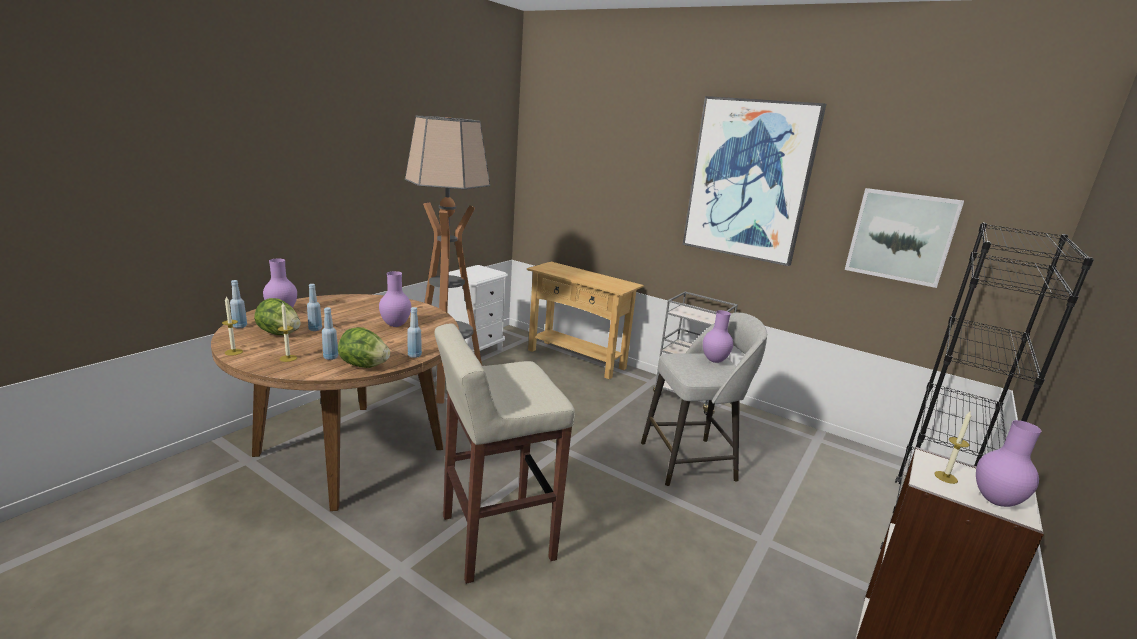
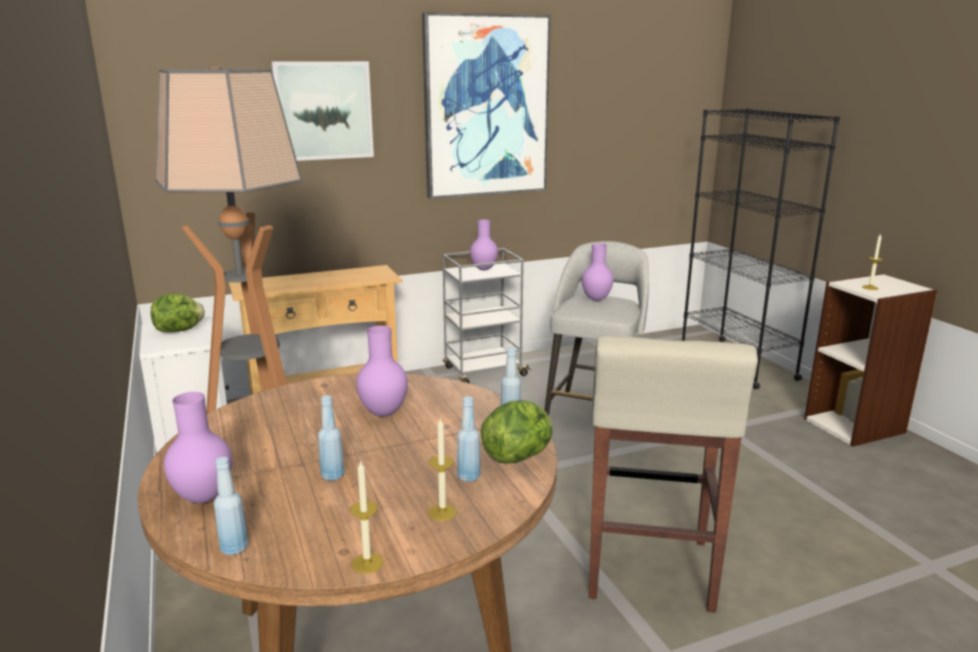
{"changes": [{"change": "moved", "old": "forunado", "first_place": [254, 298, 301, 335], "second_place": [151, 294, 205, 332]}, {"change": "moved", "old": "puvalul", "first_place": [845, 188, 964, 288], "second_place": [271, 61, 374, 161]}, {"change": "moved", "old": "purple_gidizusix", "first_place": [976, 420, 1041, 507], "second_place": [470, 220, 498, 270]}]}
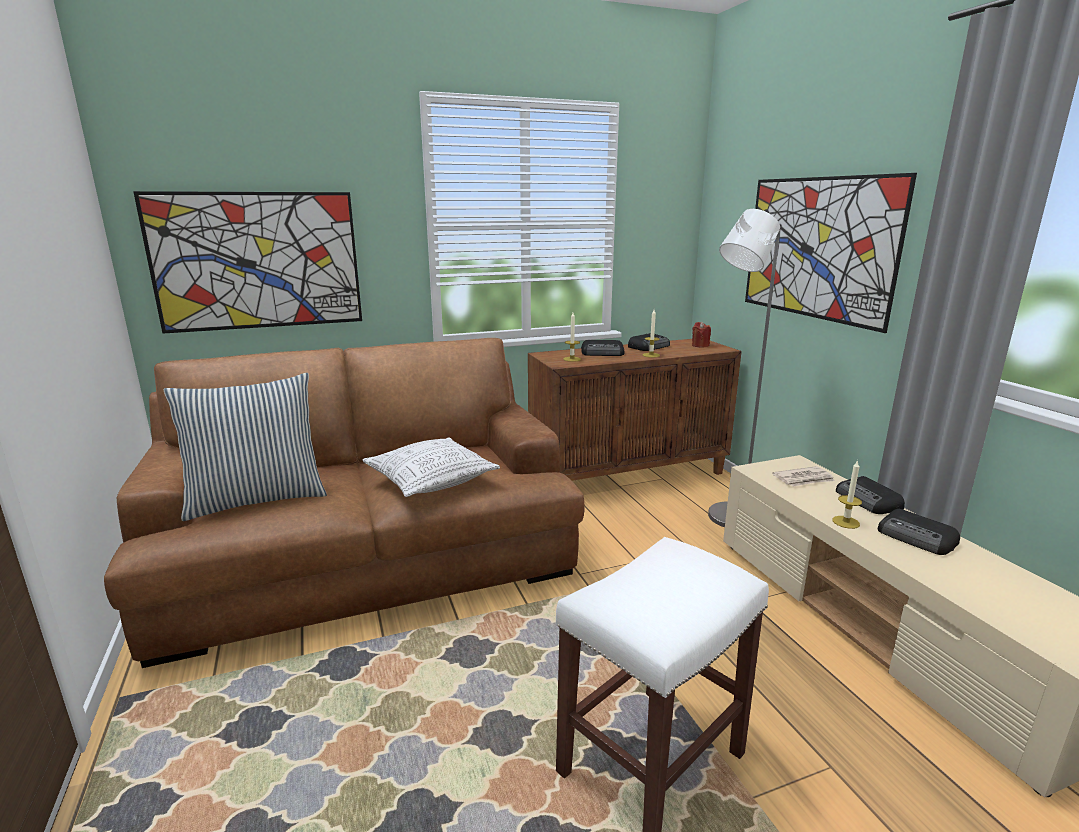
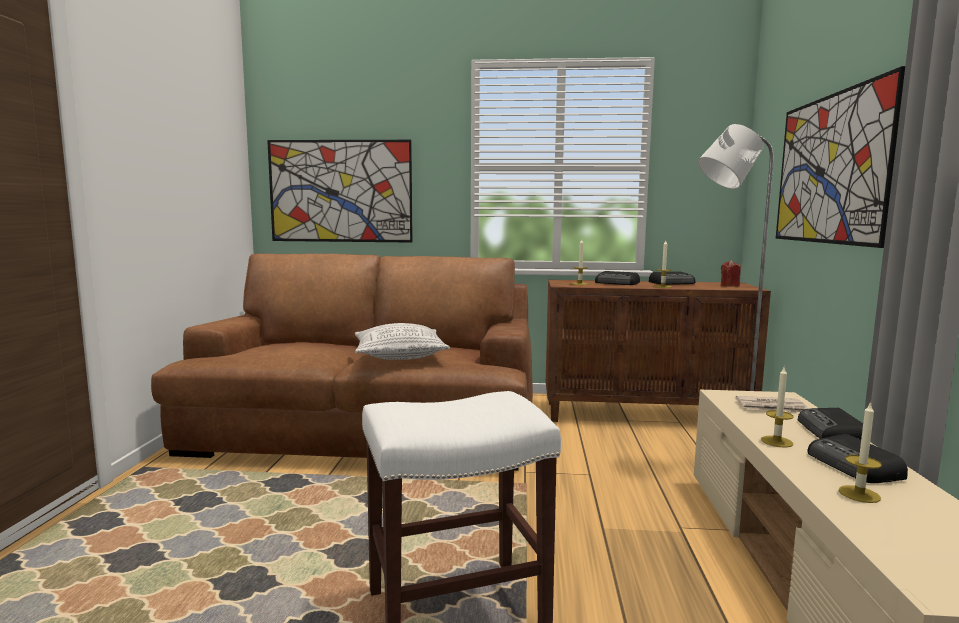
{"changes": [{"change": "added", "new": "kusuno", "second_place": [839, 401, 882, 503]}, {"change": "removed", "old": "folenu", "first_place": [164, 373, 327, 521]}]}
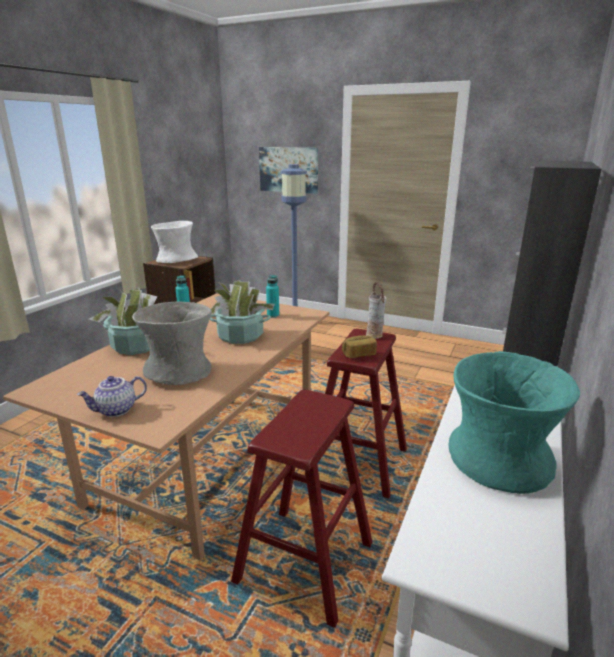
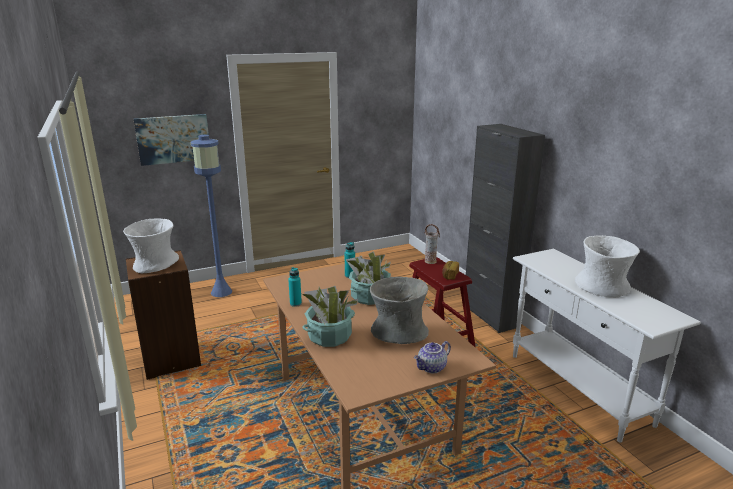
{"changes": [{"change": "turned", "old": "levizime", "first_place": [77, 376, 147, 417], "second_place": [414, 341, 451, 373], "degrees": 45}, {"change": "recoloured", "old": "turquoise_gidizusix", "new": "white_gidizusix", "first_place": [448, 351, 580, 494], "second_place": [575, 235, 640, 297]}, {"change": "removed", "old": "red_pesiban", "first_place": [231, 390, 372, 628]}]}
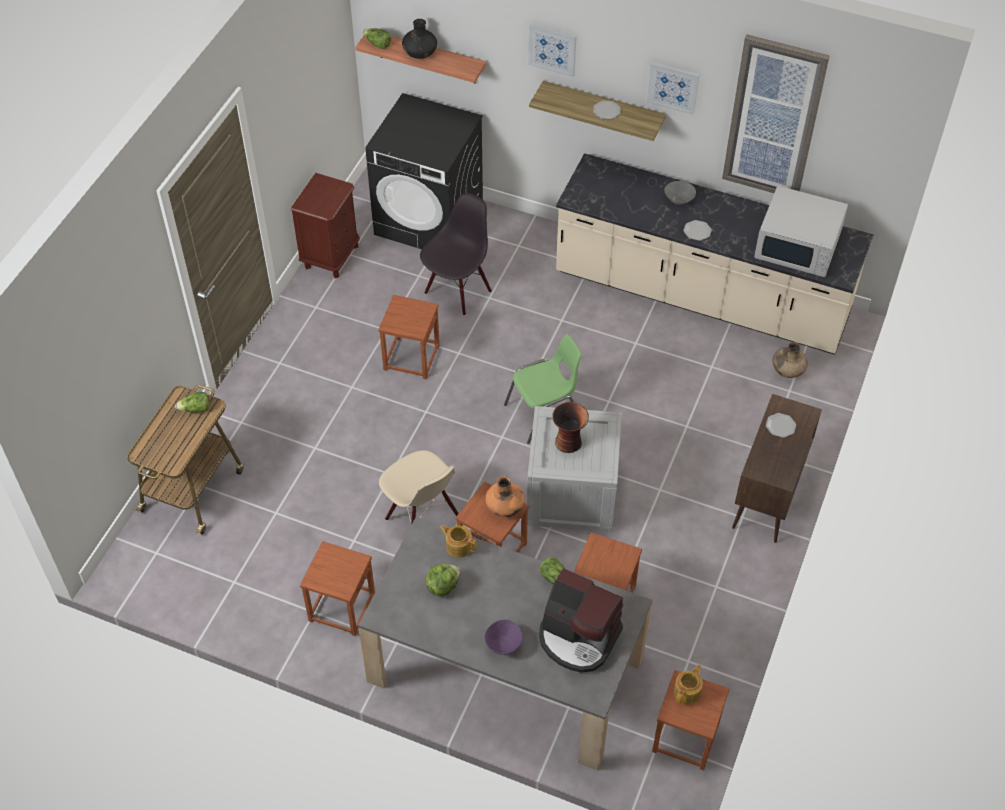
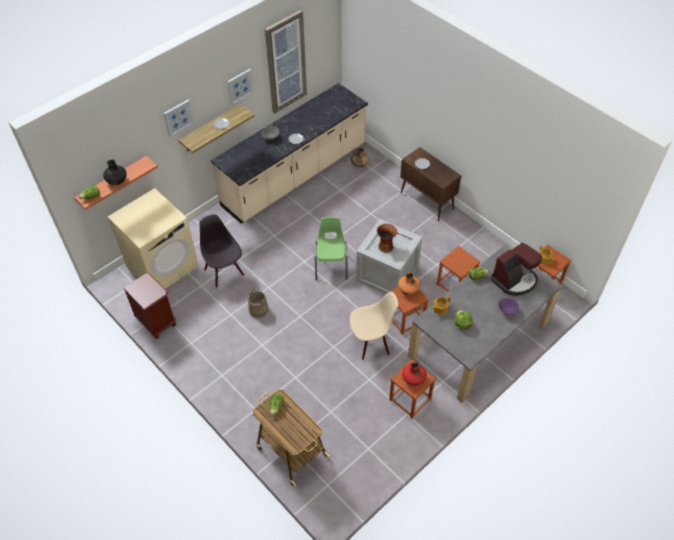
{"changes": [{"change": "recoloured", "old": "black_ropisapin", "new": "beige_ropisapin", "first_place": [365, 93, 483, 249], "second_place": [108, 188, 199, 289]}, {"change": "replaced", "old": "brown_pesiban", "new": "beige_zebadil", "first_place": [378, 295, 440, 379], "second_place": [248, 290, 268, 318]}, {"change": "added", "new": "red_gidizusix", "second_place": [402, 362, 427, 386]}, {"change": "removed", "old": "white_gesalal", "first_place": [754, 186, 848, 277]}]}
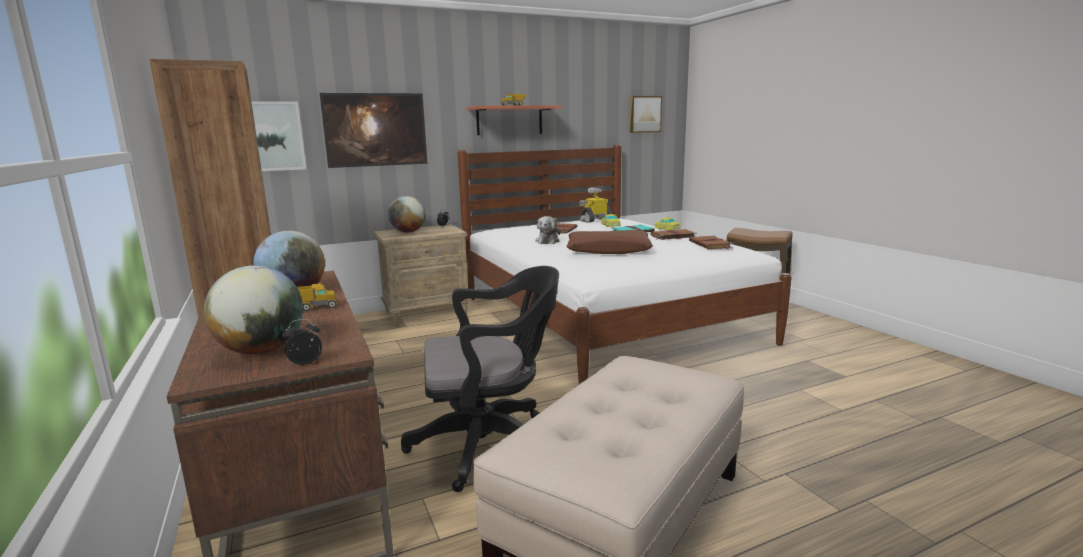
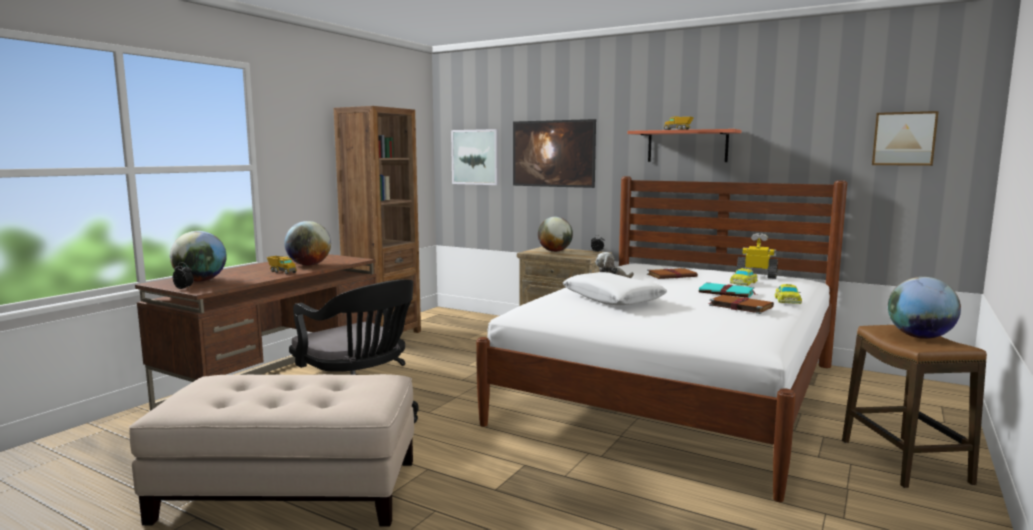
{"changes": [{"change": "recoloured", "old": "brown_folenu", "new": "white_folenu", "first_place": [567, 230, 653, 254], "second_place": [562, 272, 667, 305]}, {"change": "added", "new": "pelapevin", "second_place": [888, 277, 961, 339]}, {"change": "removed", "old": "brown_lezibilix", "first_place": [689, 236, 733, 249]}]}
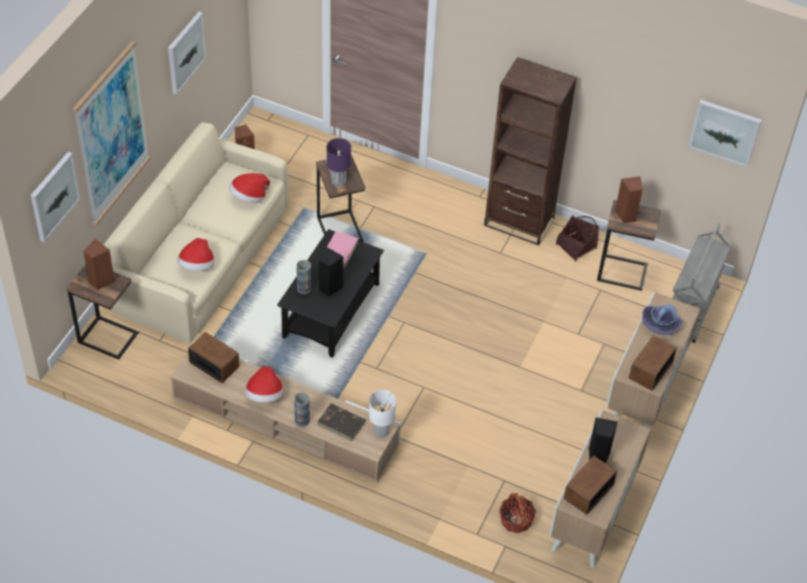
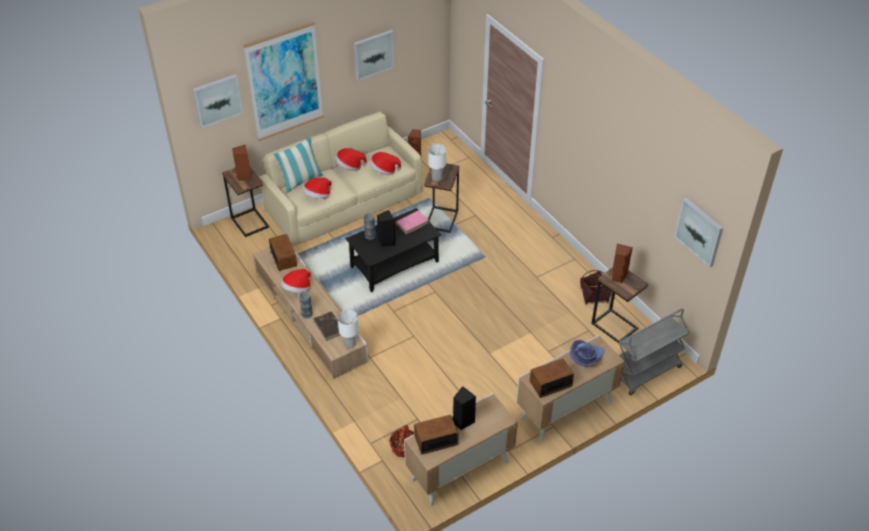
{"changes": [{"change": "added", "new": "folenu", "second_place": [273, 136, 323, 193]}, {"change": "added", "new": "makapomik", "second_place": [335, 148, 367, 171]}, {"change": "recoloured", "old": "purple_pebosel", "new": "white_pebosel", "first_place": [327, 138, 351, 186], "second_place": [428, 144, 446, 181]}, {"change": "removed", "old": "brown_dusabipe", "first_place": [484, 57, 577, 245]}]}
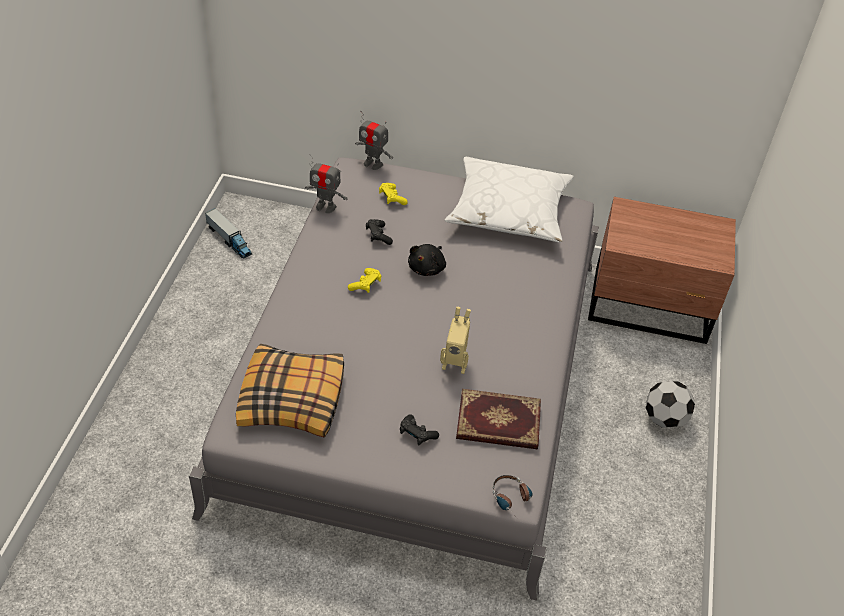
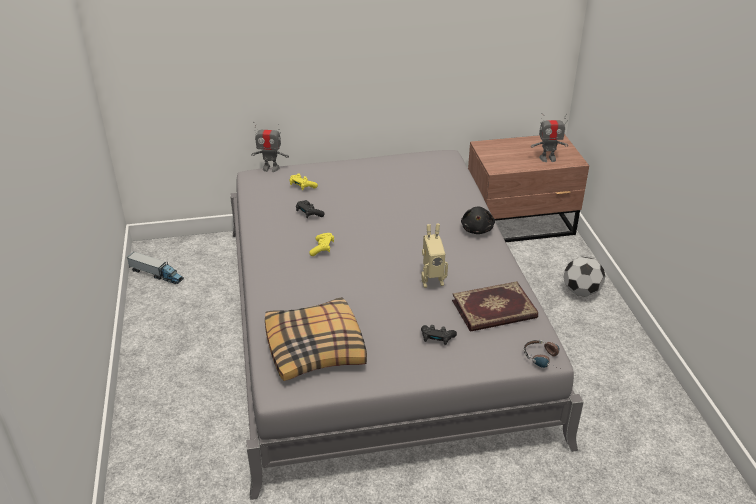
{"changes": [{"change": "moved", "old": "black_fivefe", "first_place": [408, 244, 446, 276], "second_place": [461, 206, 495, 234]}, {"change": "moved", "old": "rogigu", "first_place": [305, 154, 348, 213], "second_place": [531, 113, 568, 162]}, {"change": "removed", "old": "white_folenu", "first_place": [445, 157, 574, 242]}]}
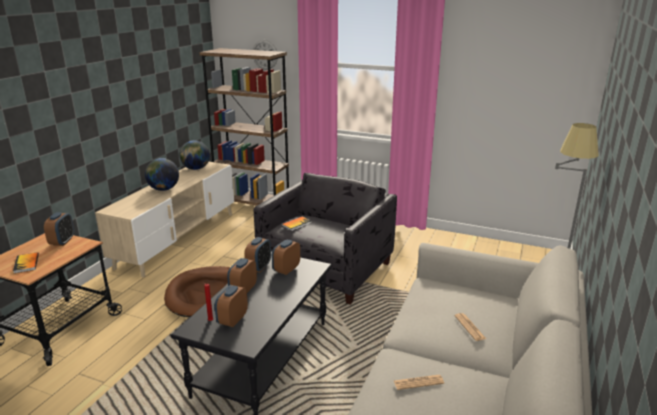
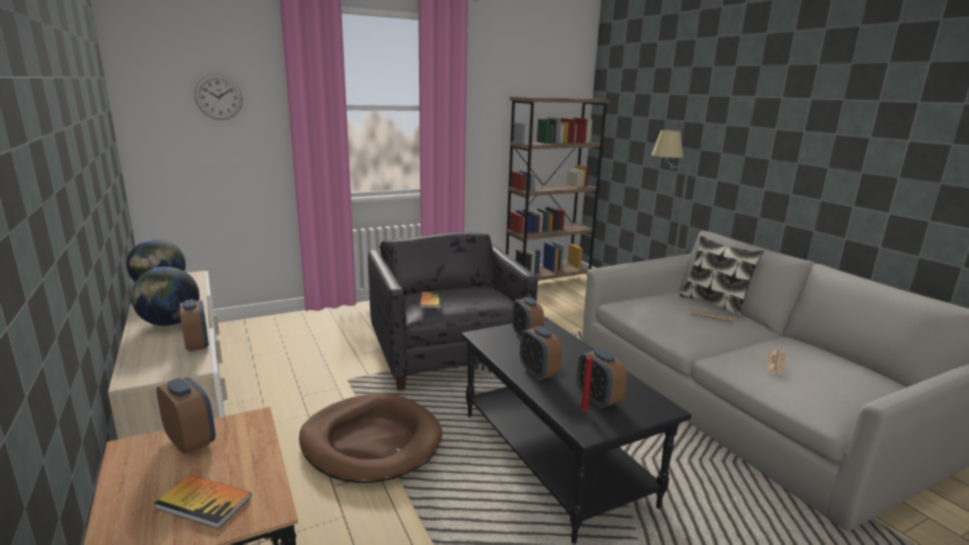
{"changes": [{"change": "moved", "old": "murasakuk", "first_place": [245, 237, 271, 272], "second_place": [180, 299, 209, 351]}, {"change": "moved", "old": "brown_dusabipe", "first_place": [200, 48, 289, 206], "second_place": [506, 97, 610, 281]}, {"change": "added", "new": "folenu", "second_place": [679, 236, 764, 317]}]}
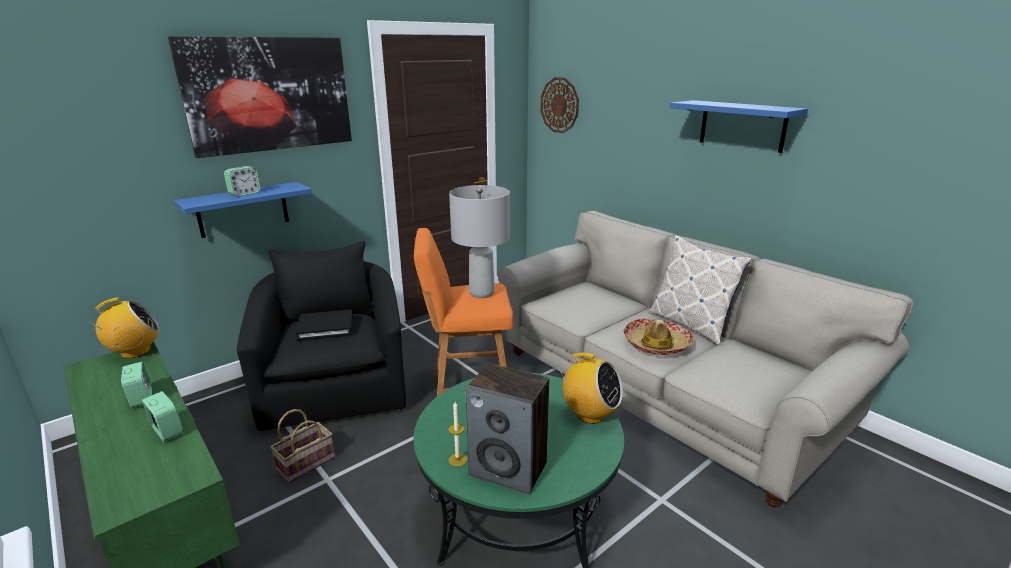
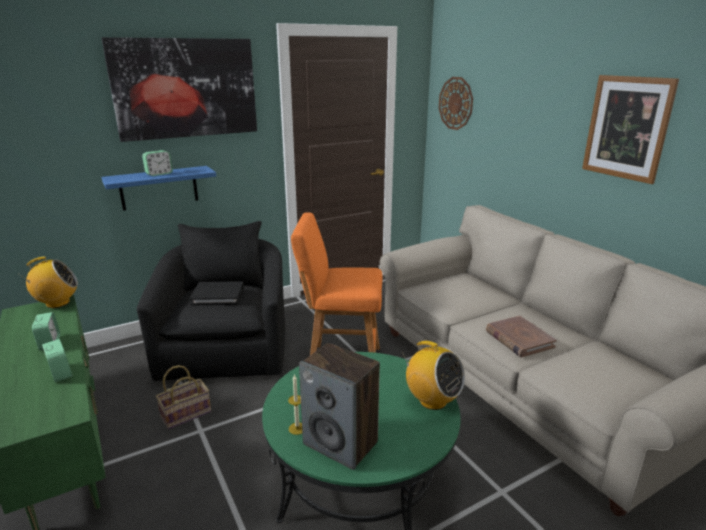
{"changes": [{"change": "replaced", "old": "makapomik", "new": "brown_lezibilix", "first_place": [623, 319, 694, 355], "second_place": [486, 316, 557, 357]}, {"change": "replaced", "old": "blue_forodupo", "new": "puvalul", "first_place": [670, 100, 808, 153], "second_place": [582, 75, 679, 184]}, {"change": "removed", "old": "grey_pebosel", "first_place": [449, 185, 510, 298]}, {"change": "removed", "old": "folenu", "first_place": [648, 235, 751, 346]}]}
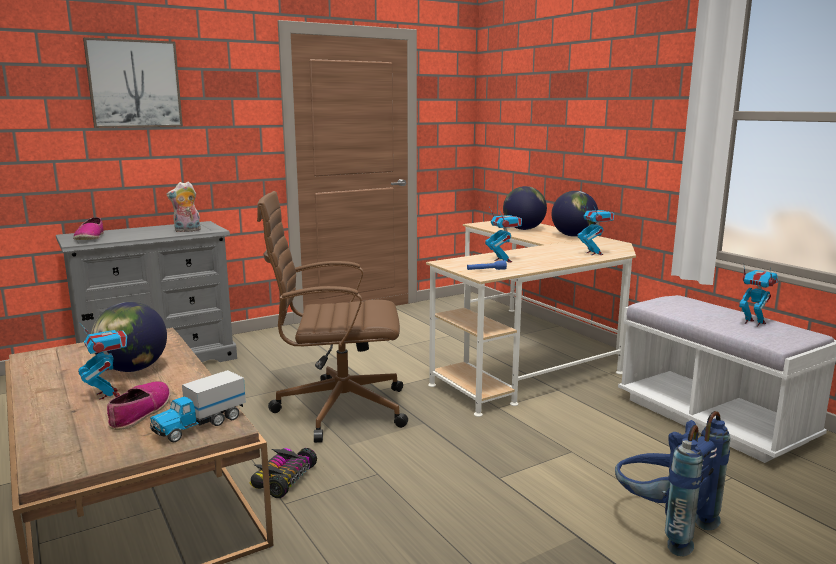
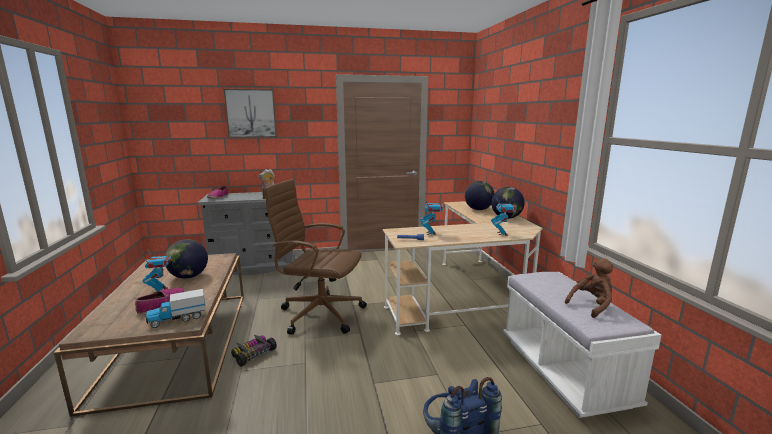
{"changes": [{"change": "replaced", "old": "rogigu", "new": "brown_fivefe", "first_place": [739, 263, 778, 326], "second_place": [565, 258, 614, 318]}]}
